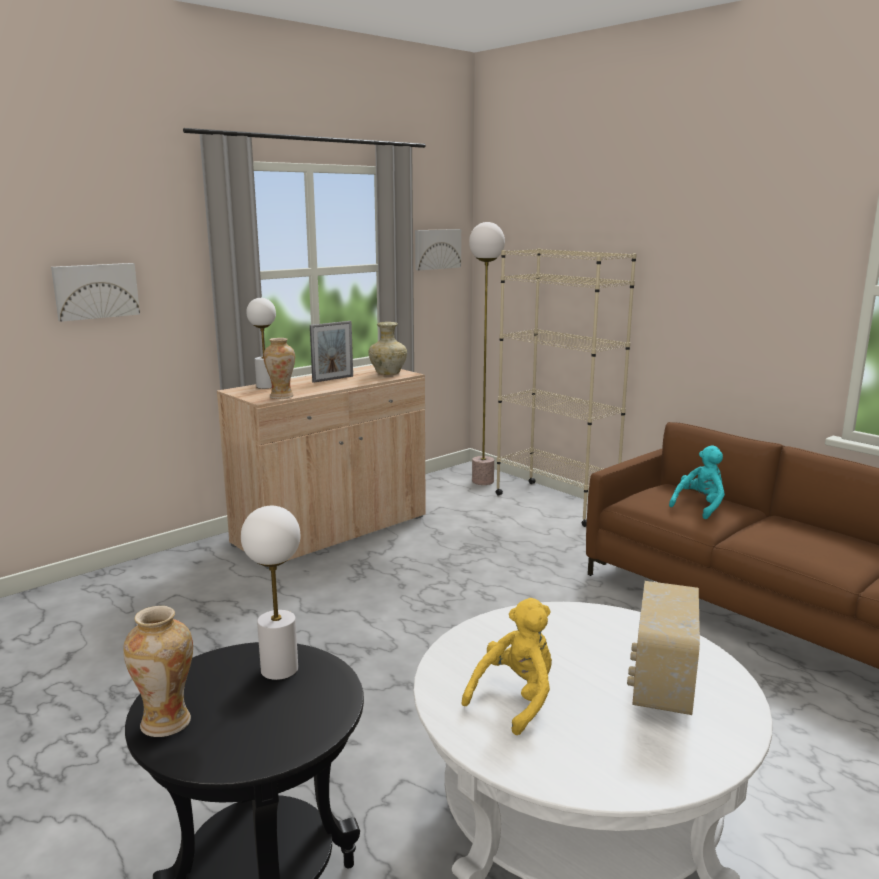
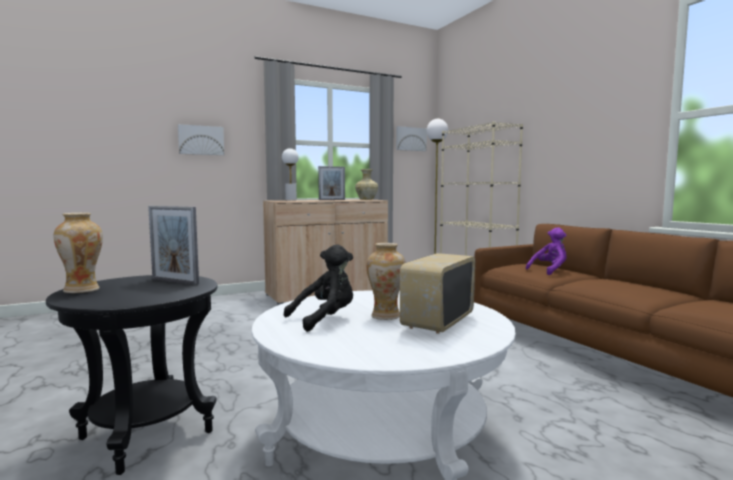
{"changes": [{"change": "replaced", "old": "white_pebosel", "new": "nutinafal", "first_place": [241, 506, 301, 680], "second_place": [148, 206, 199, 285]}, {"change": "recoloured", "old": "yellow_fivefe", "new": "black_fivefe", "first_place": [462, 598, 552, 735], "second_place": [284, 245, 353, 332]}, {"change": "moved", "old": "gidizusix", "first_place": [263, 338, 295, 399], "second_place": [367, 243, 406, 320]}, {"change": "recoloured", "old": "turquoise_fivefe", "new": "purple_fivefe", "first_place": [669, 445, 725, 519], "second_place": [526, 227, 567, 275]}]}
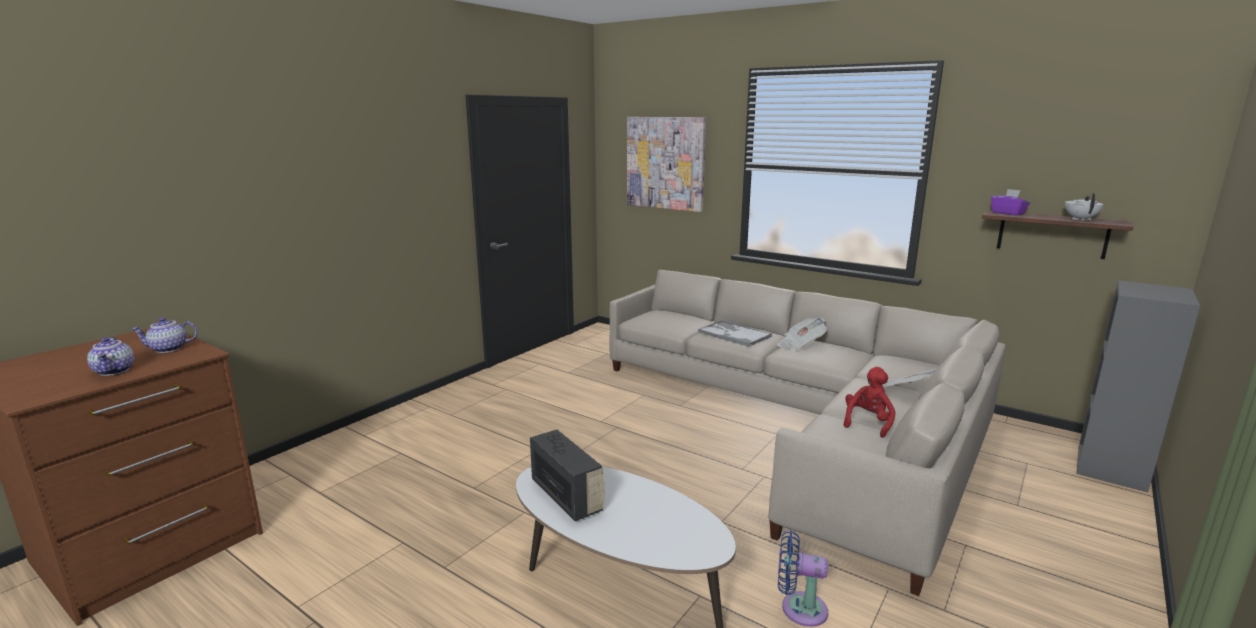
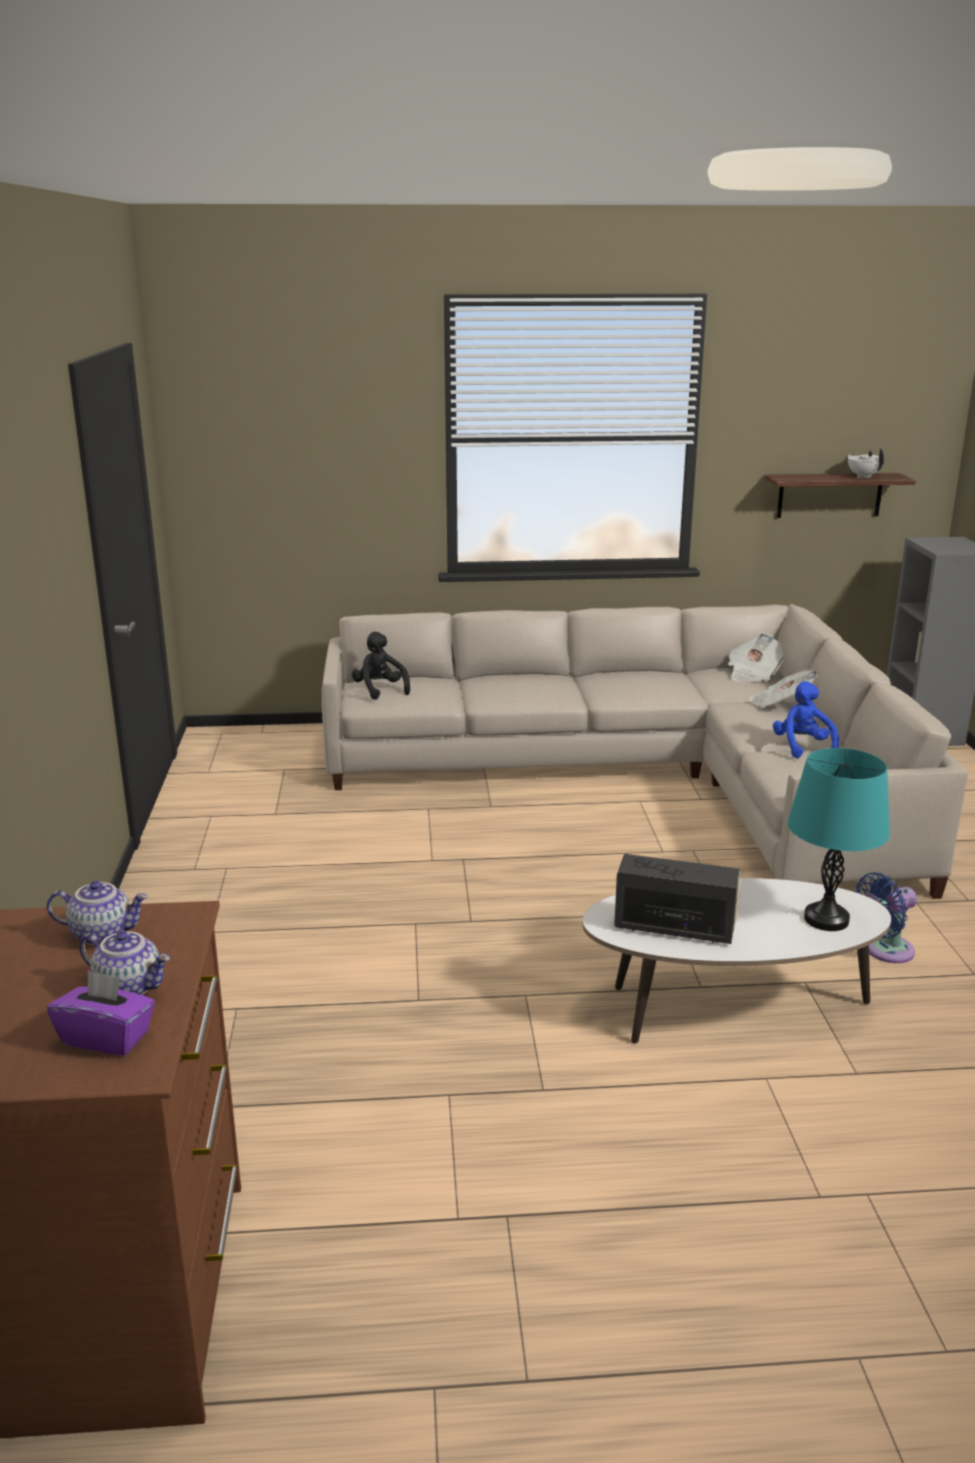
{"changes": [{"change": "turned", "old": "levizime", "first_place": [131, 318, 198, 353], "second_place": [47, 881, 148, 945], "degrees": -120}, {"change": "moved", "old": "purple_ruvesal", "first_place": [991, 189, 1030, 215], "second_place": [47, 971, 155, 1055]}, {"change": "added", "new": "black_fivefe", "second_place": [352, 632, 410, 700]}, {"change": "moved", "old": "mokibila", "first_place": [777, 318, 827, 350], "second_place": [728, 633, 784, 682]}, {"change": "recoloured", "old": "red_fivefe", "new": "blue_fivefe", "first_place": [844, 367, 895, 438], "second_place": [773, 681, 839, 758]}, {"change": "added", "new": "turquoise_pebosel", "second_place": [788, 748, 890, 931]}, {"change": "removed", "old": "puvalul", "first_place": [627, 117, 706, 212]}, {"change": "removed", "old": "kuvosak", "first_place": [698, 320, 772, 347]}]}
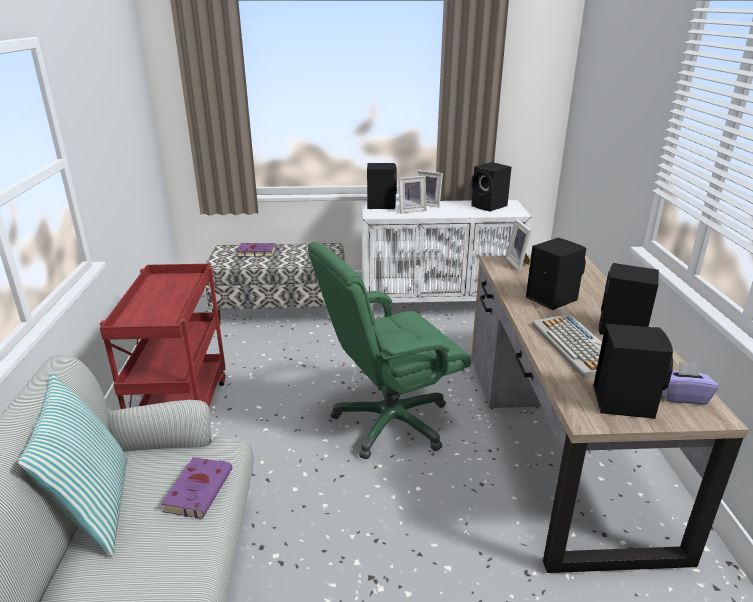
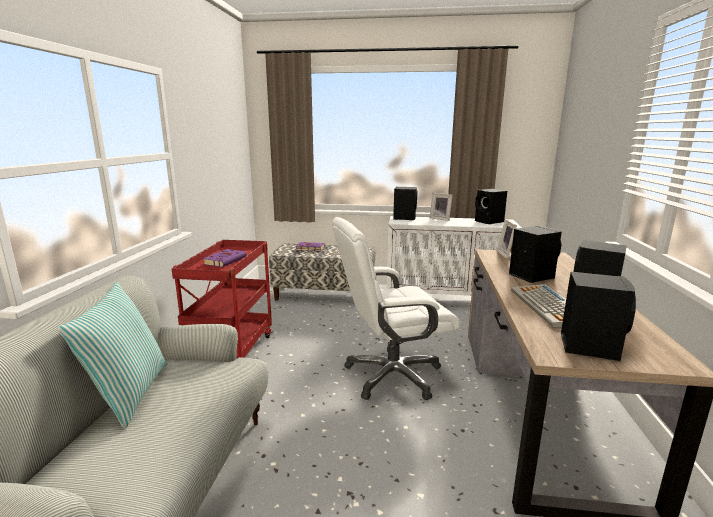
{"changes": [{"change": "moved", "old": "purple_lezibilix", "first_place": [161, 457, 232, 519], "second_place": [203, 249, 247, 267]}, {"change": "recoloured", "old": "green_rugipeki", "new": "white_rugipeki", "first_place": [308, 242, 471, 459], "second_place": [332, 217, 460, 400]}, {"change": "removed", "old": "nutinafal", "first_place": [399, 176, 426, 213]}, {"change": "removed", "old": "purple_ruvesal", "first_place": [662, 362, 719, 405]}]}
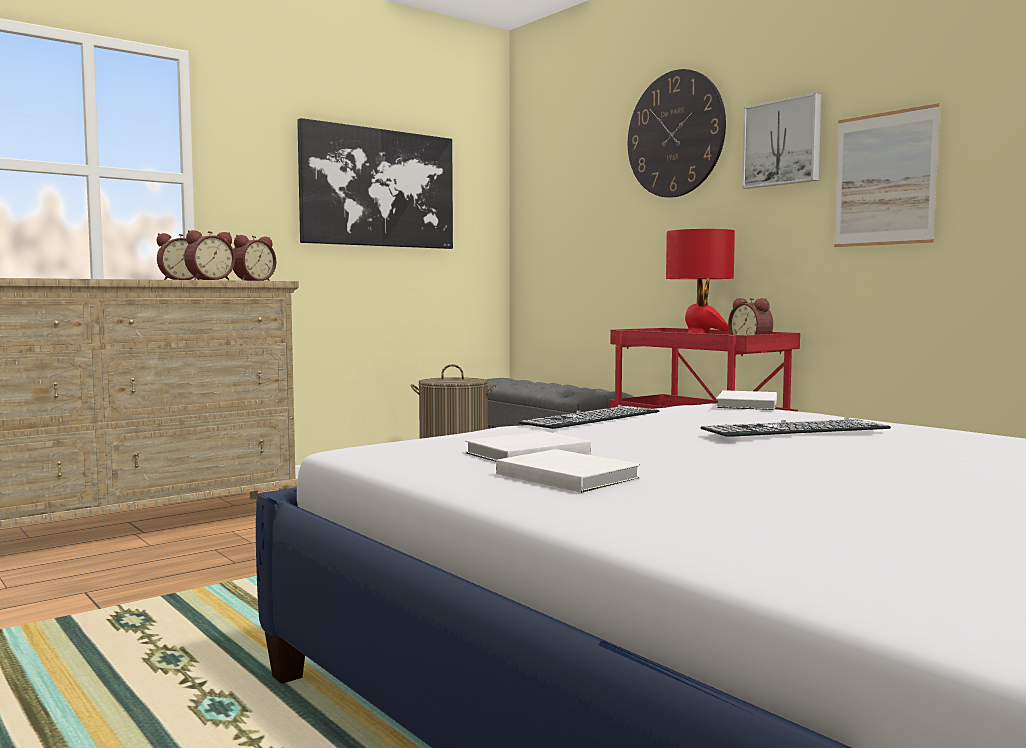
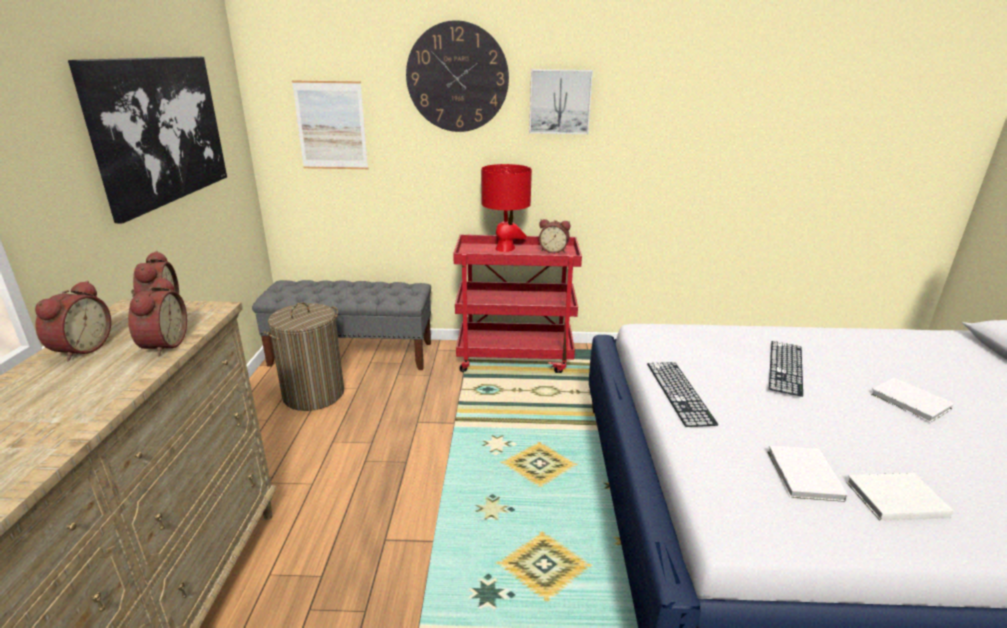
{"changes": [{"change": "moved", "old": "puvalul", "first_place": [834, 103, 940, 247], "second_place": [292, 80, 368, 169]}, {"change": "moved", "old": "white_lezibilix", "first_place": [716, 390, 777, 410], "second_place": [870, 378, 954, 423]}]}
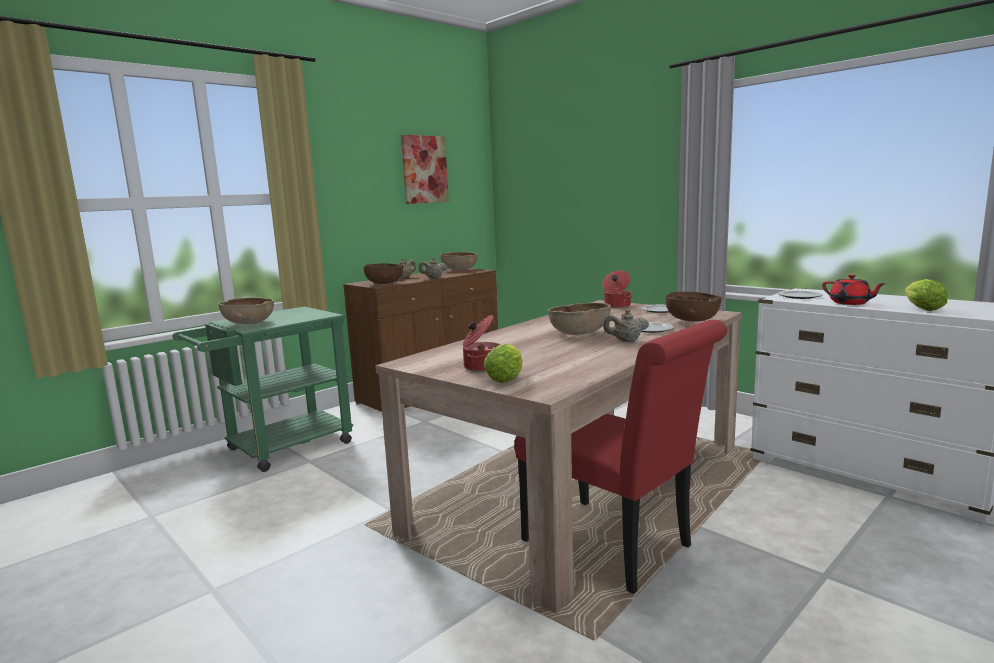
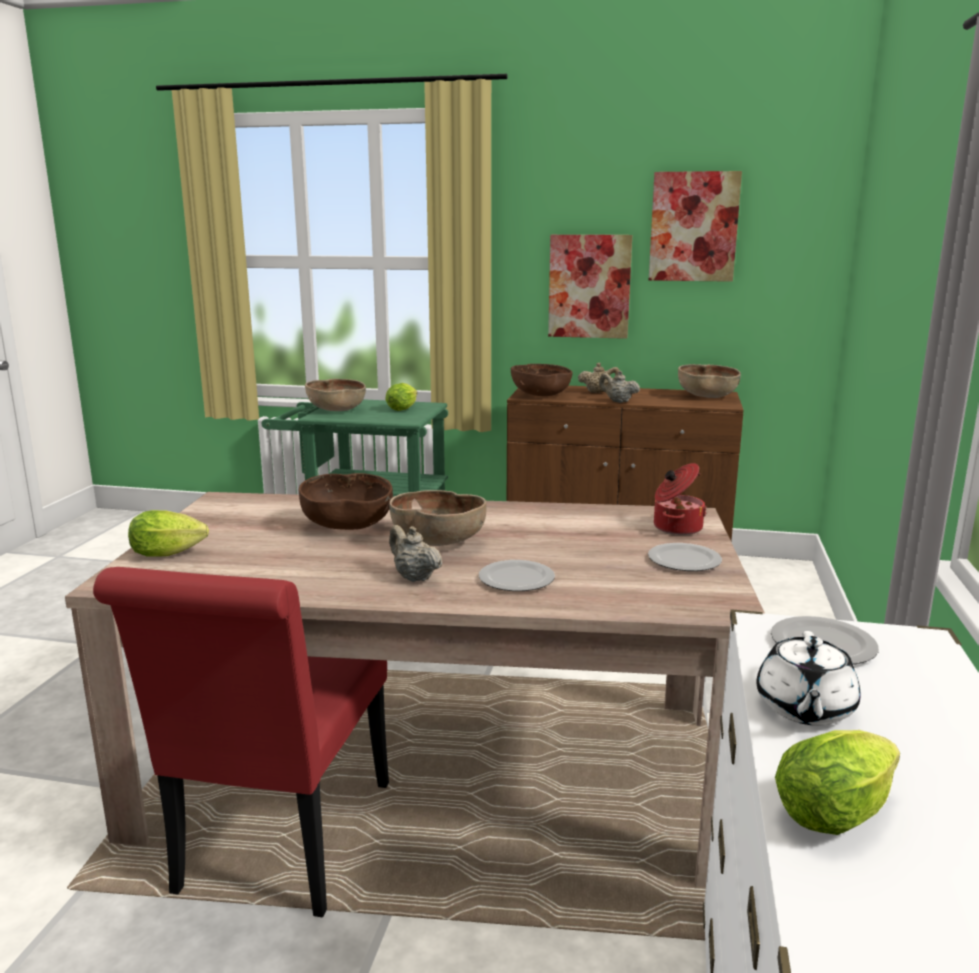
{"changes": [{"change": "moved", "old": "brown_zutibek", "first_place": [665, 292, 722, 322], "second_place": [299, 473, 393, 530]}, {"change": "added", "new": "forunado", "second_place": [385, 383, 417, 411]}, {"change": "added", "new": "puvalul", "second_place": [548, 235, 632, 339]}, {"change": "recoloured", "old": "red_levizime", "new": "white_levizime", "first_place": [822, 275, 887, 305], "second_place": [756, 631, 861, 726]}, {"change": "removed", "old": "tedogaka", "first_place": [463, 315, 501, 372]}]}
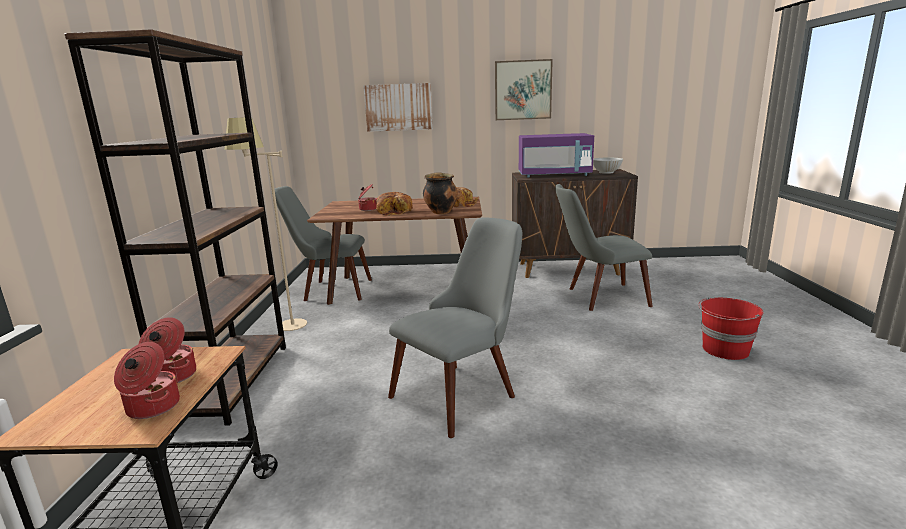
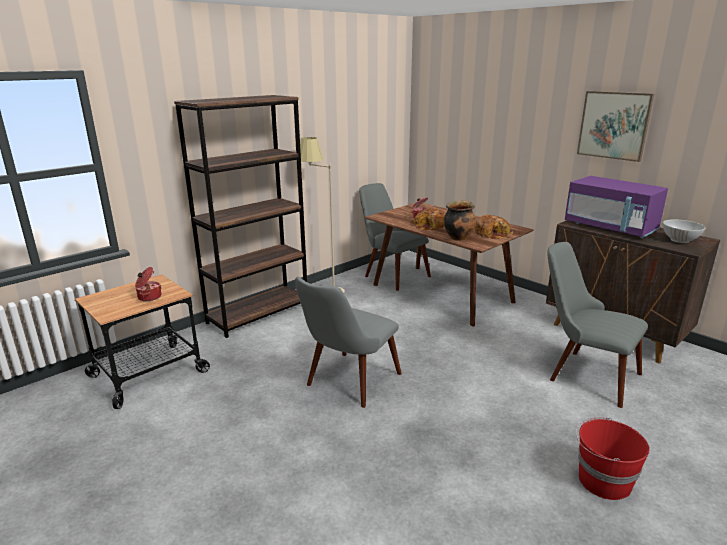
{"changes": [{"change": "turned", "old": "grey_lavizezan", "first_place": [388, 217, 522, 438], "second_place": [295, 276, 402, 408], "degrees": 120}, {"change": "removed", "old": "tedogaka", "first_place": [114, 342, 180, 419]}, {"change": "removed", "old": "puvalul", "first_place": [363, 83, 433, 132]}]}
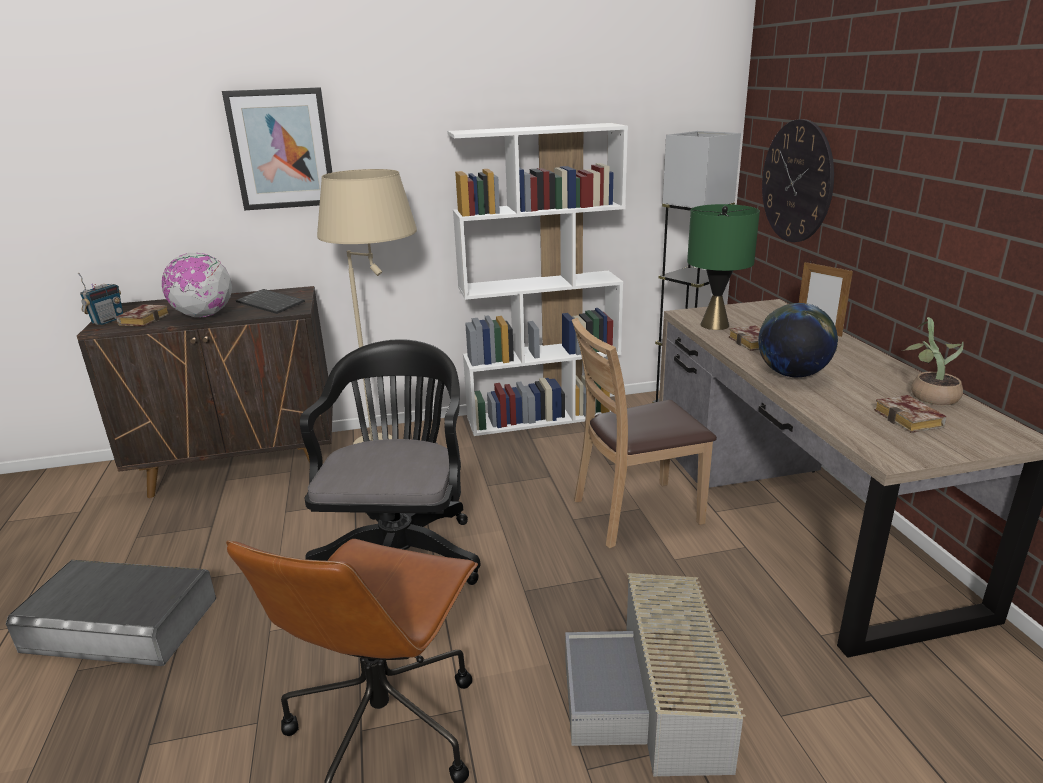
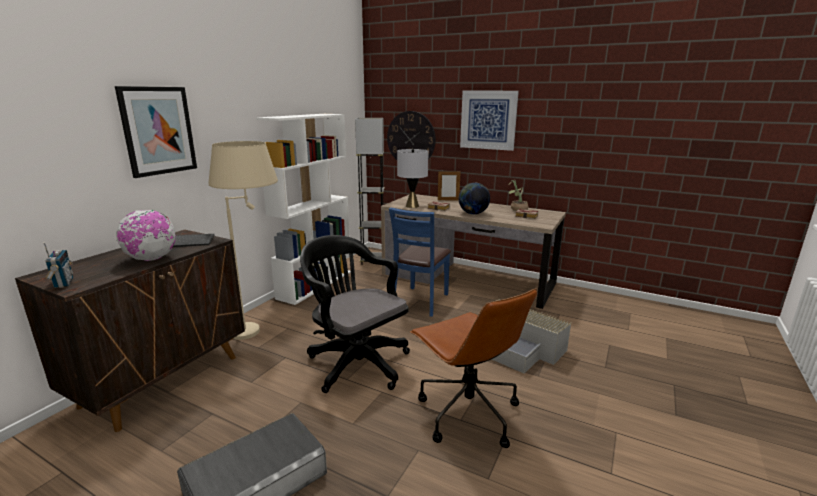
{"changes": [{"change": "recoloured", "old": "brown_lavizezan", "new": "blue_lavizezan", "first_place": [572, 318, 717, 548], "second_place": [389, 208, 451, 317]}, {"change": "recoloured", "old": "green_pebosel", "new": "grey_pebosel", "first_place": [687, 204, 760, 330], "second_place": [397, 149, 429, 208]}, {"change": "added", "new": "puvalul", "second_place": [460, 91, 519, 151]}, {"change": "removed", "old": "lezibilix", "first_place": [116, 304, 169, 327]}]}
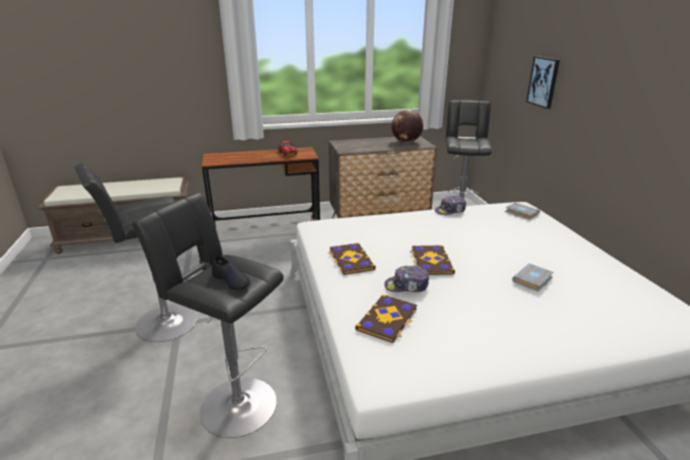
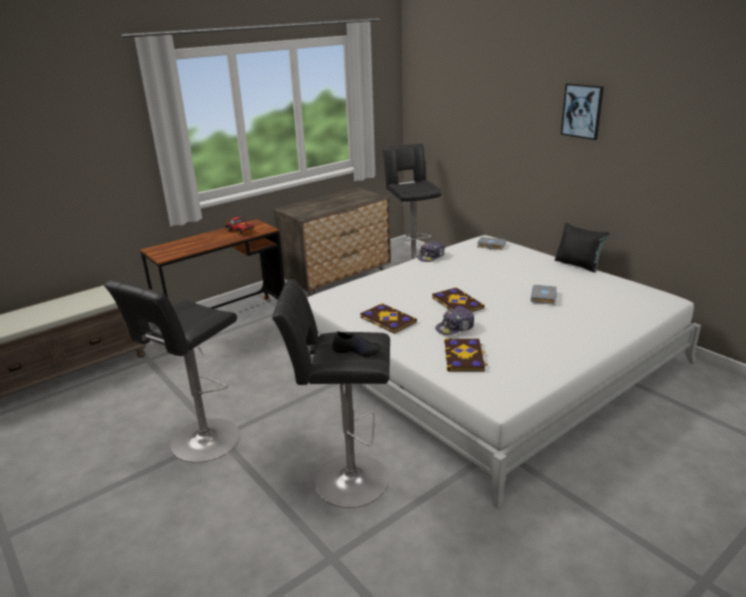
{"changes": [{"change": "added", "new": "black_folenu", "second_place": [555, 222, 609, 273]}, {"change": "moved", "old": "puvalul", "first_place": [526, 56, 560, 109], "second_place": [561, 83, 604, 140]}, {"change": "removed", "old": "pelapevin", "first_place": [391, 110, 423, 143]}]}
